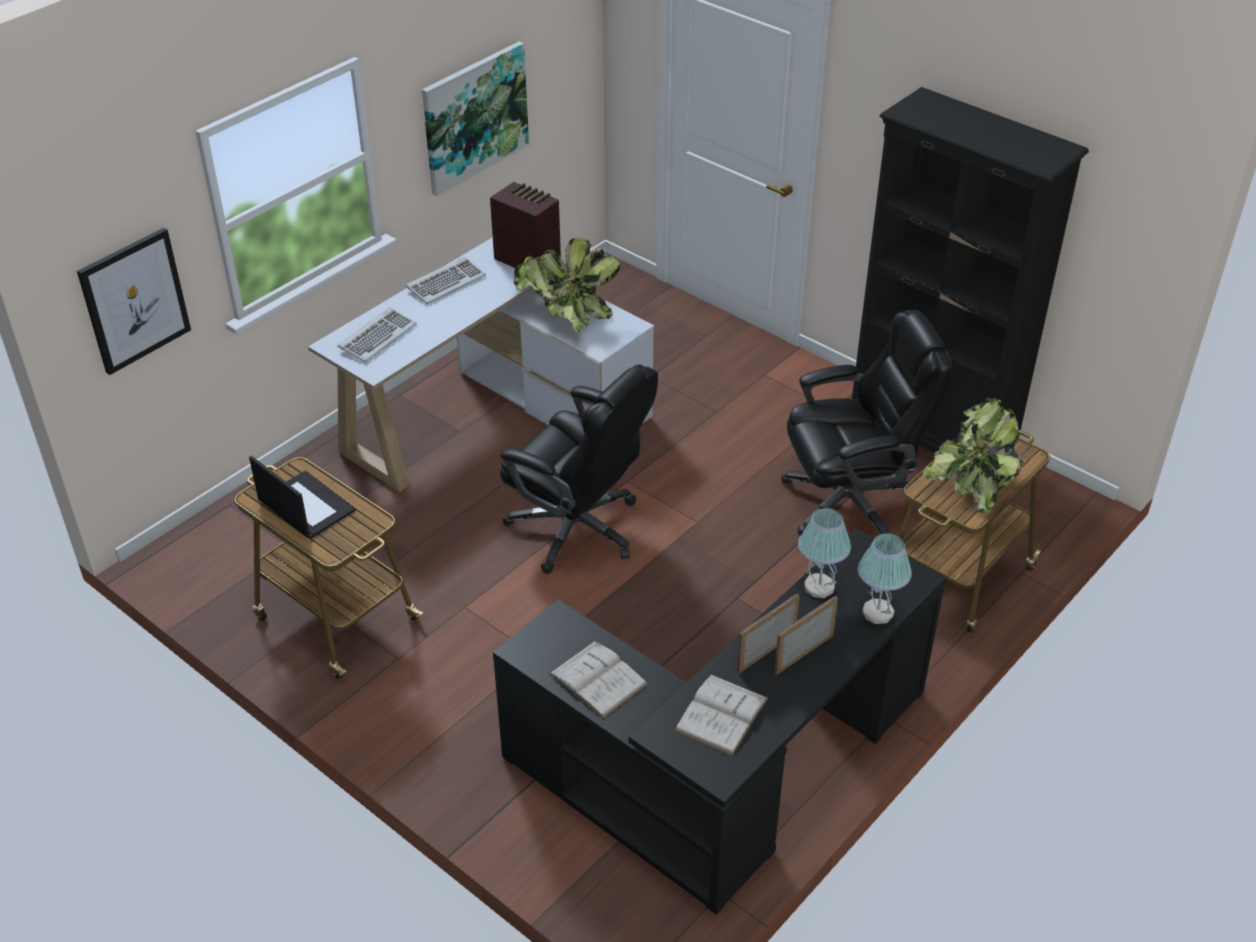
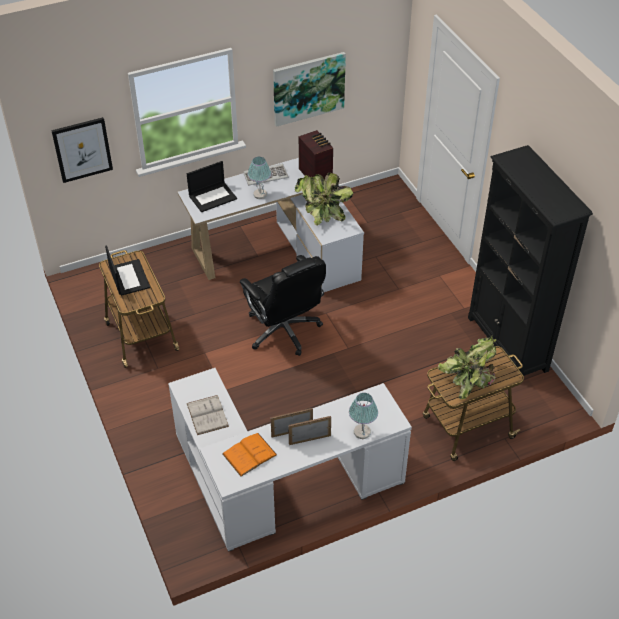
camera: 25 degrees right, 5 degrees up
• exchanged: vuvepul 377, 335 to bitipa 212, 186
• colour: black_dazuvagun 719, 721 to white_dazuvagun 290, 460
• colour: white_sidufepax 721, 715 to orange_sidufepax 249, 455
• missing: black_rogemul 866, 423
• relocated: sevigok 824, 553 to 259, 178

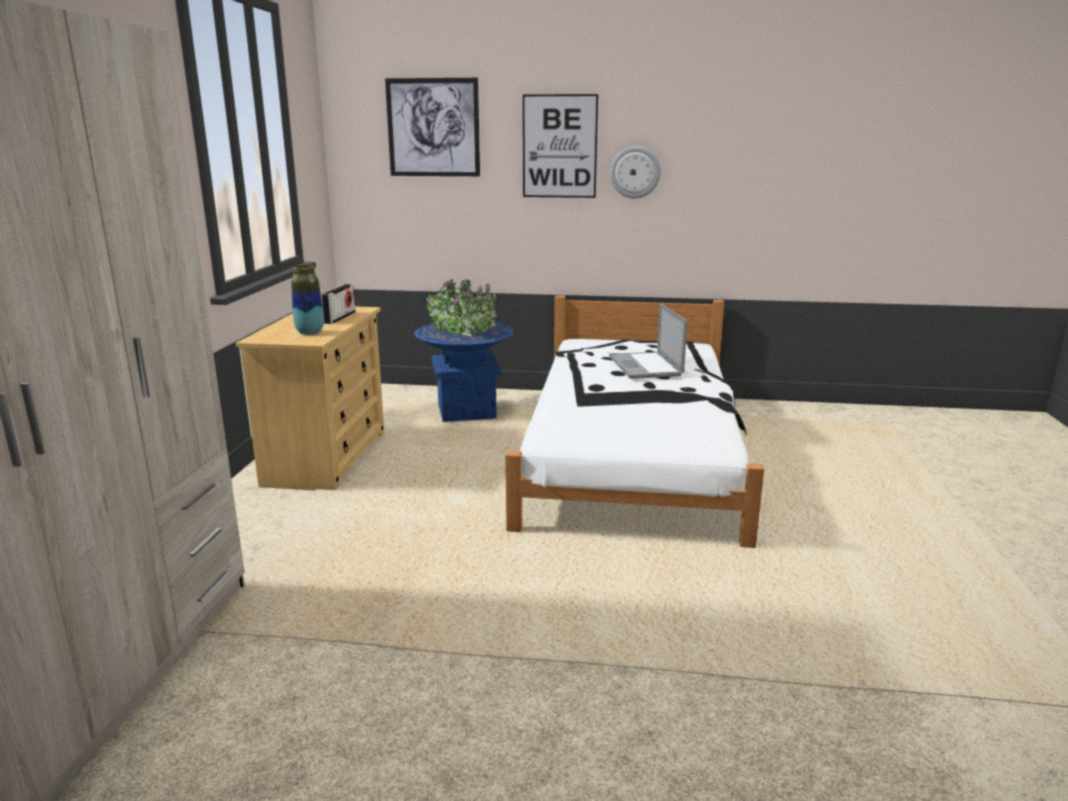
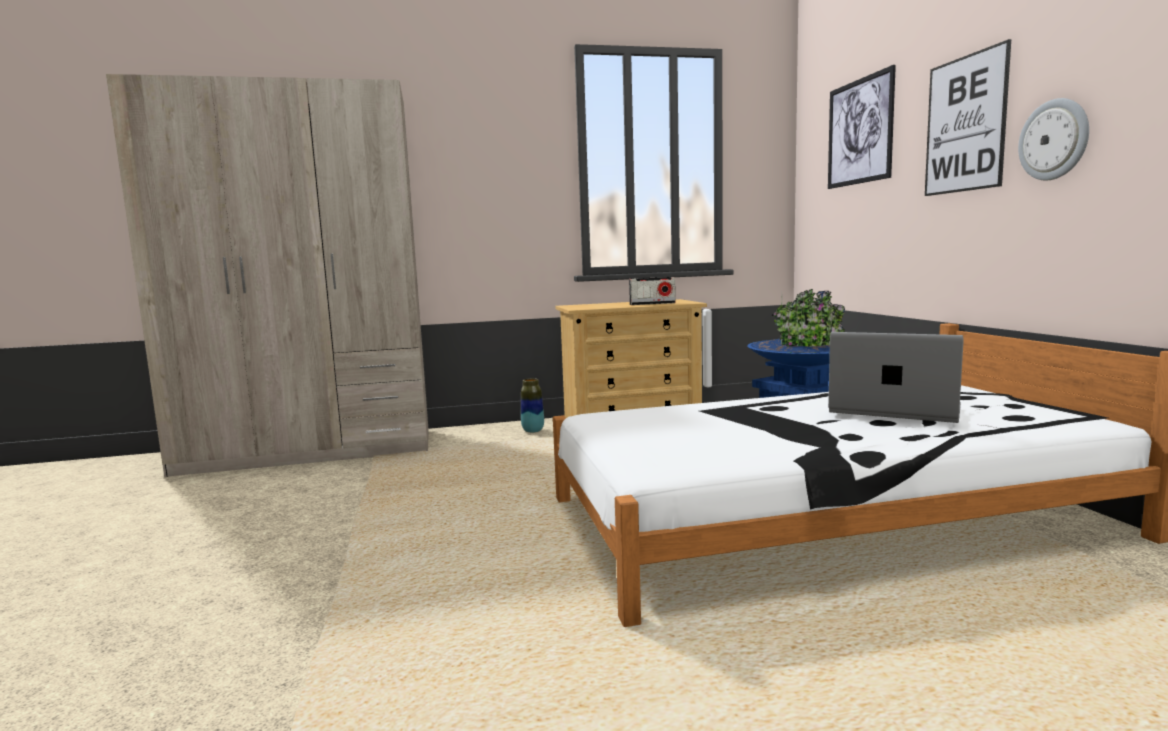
camera: 70 degrees right, 10 degrees down
• relocated: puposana 307, 300 to 532, 405
• spun: bitipa 648, 341 = 896, 377 60 degrees clockwise

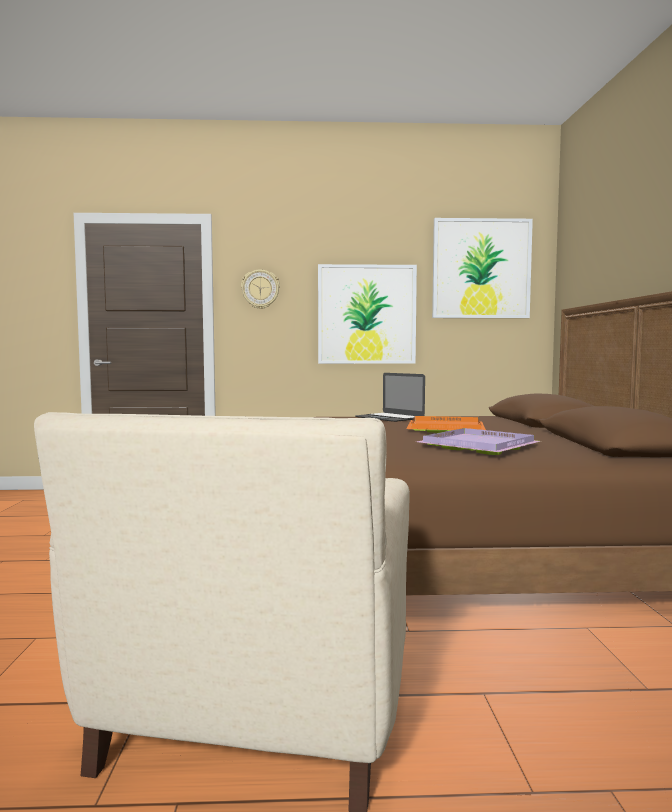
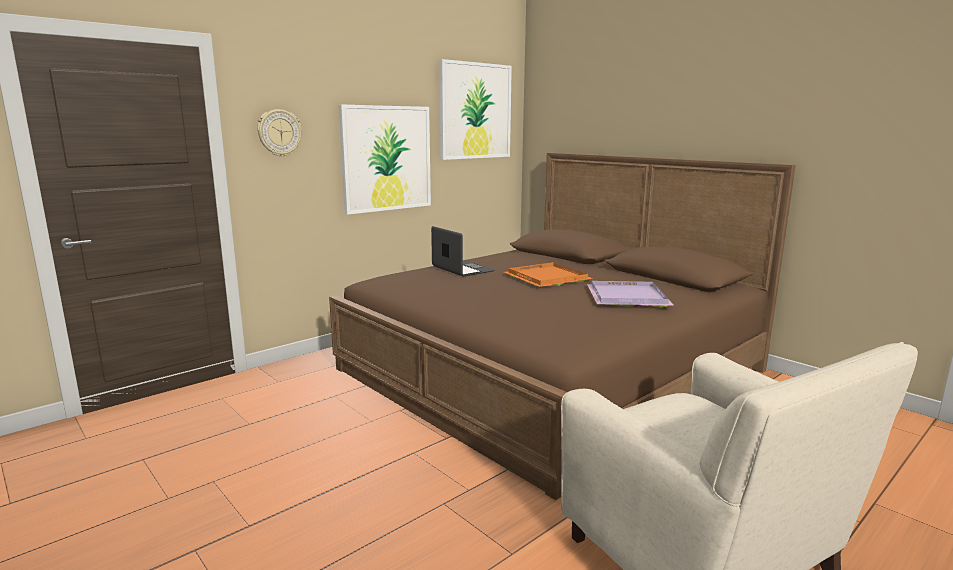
camera: 40 degrees left, 10 degrees up
• spun: bitipa 390, 397 = 463, 251 135 degrees counterclockwise

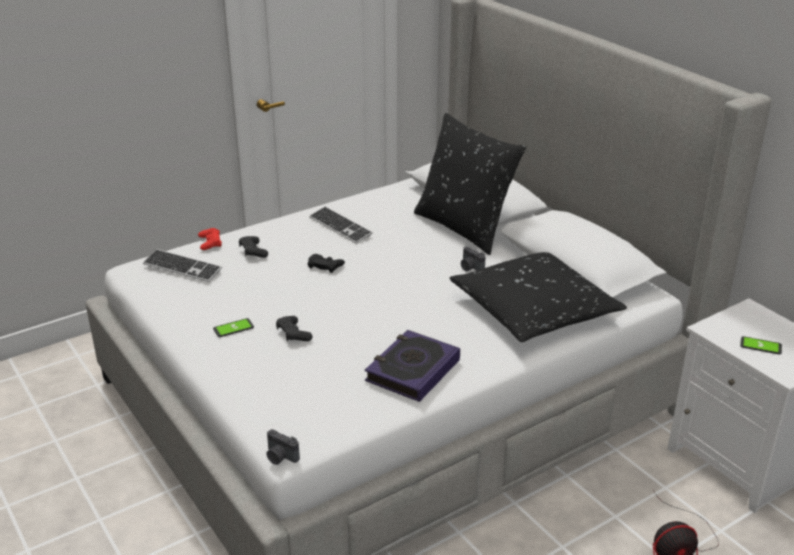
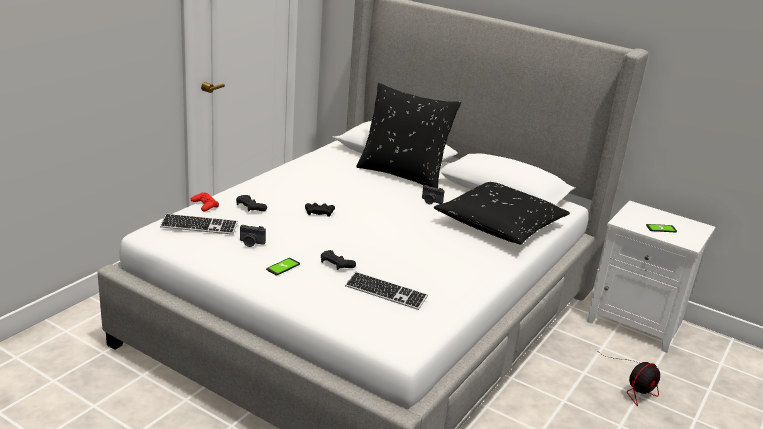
camera: 25 degrees left, 5 degrees down
• relocated: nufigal 283, 447 to 253, 236
• relocated: vuvepul 341, 225 to 386, 291
• missing: sidufepax 412, 366

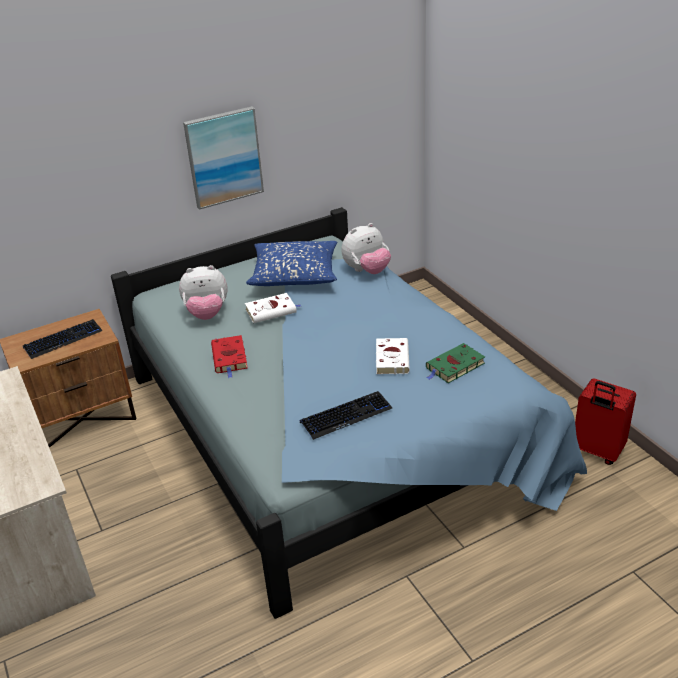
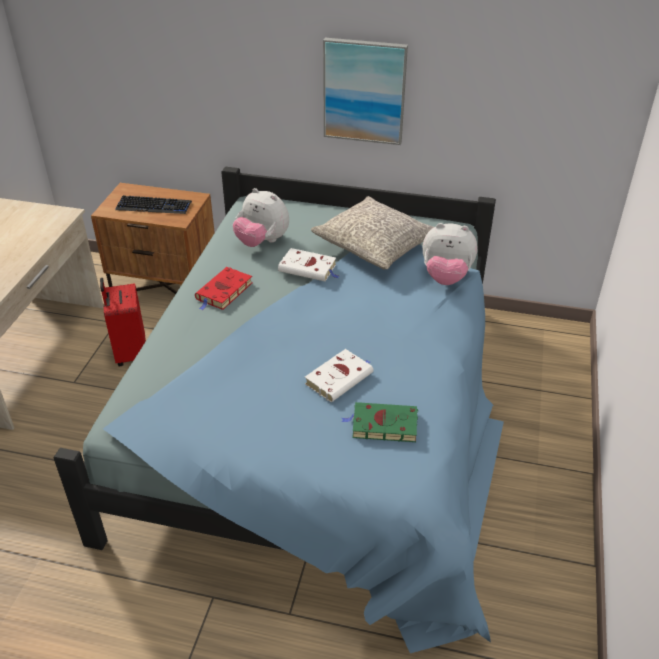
camera: 40 degrees right, 5 degrees up
• colour: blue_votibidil 291, 263 to grey_votibidil 372, 233
• missing: vuvepul 346, 415
• relocated: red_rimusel 605, 421 to 123, 322

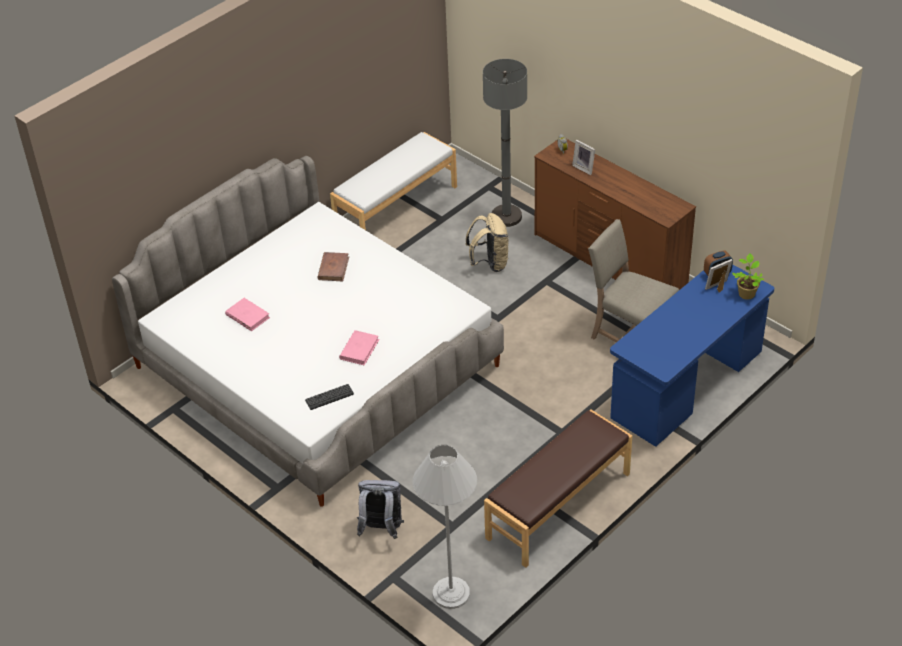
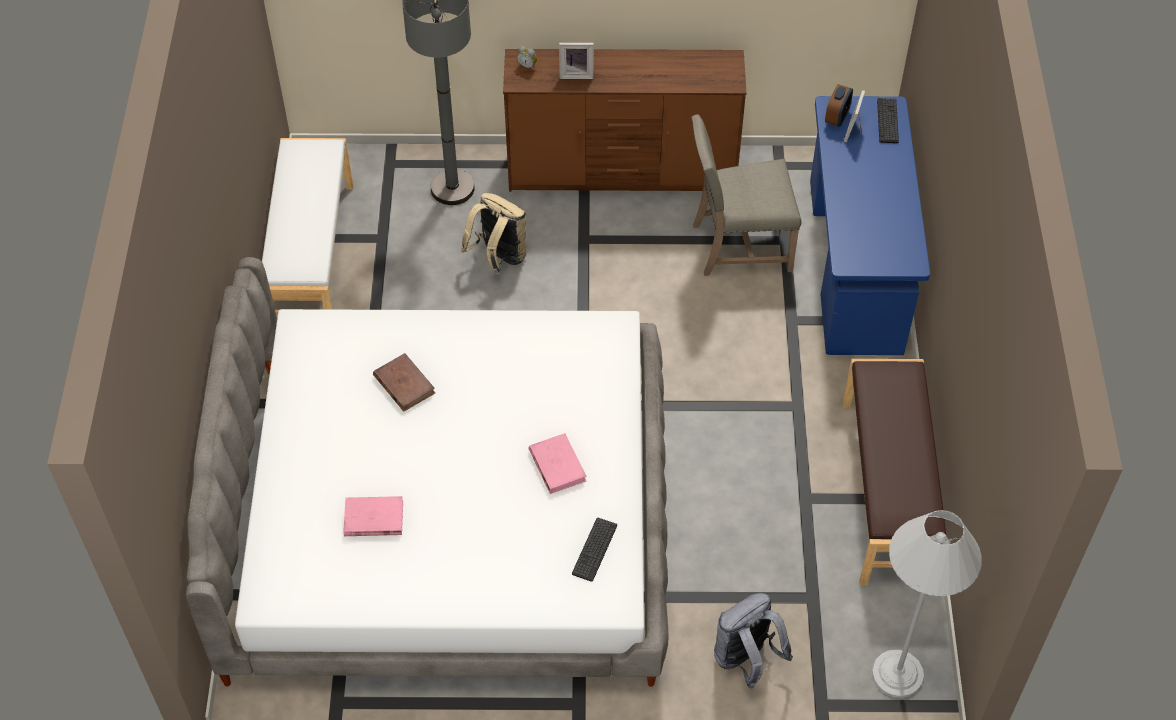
camera: 45 degrees left, 10 degrees up
• exchanged: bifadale 748, 276 to vuvepul 888, 120

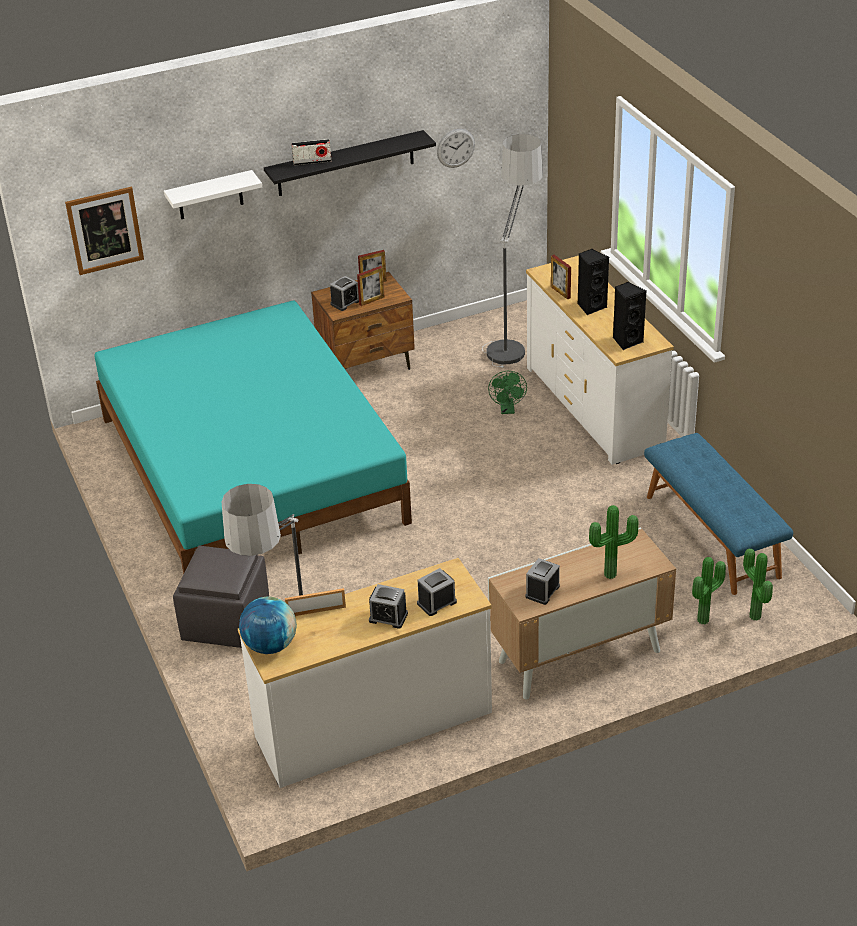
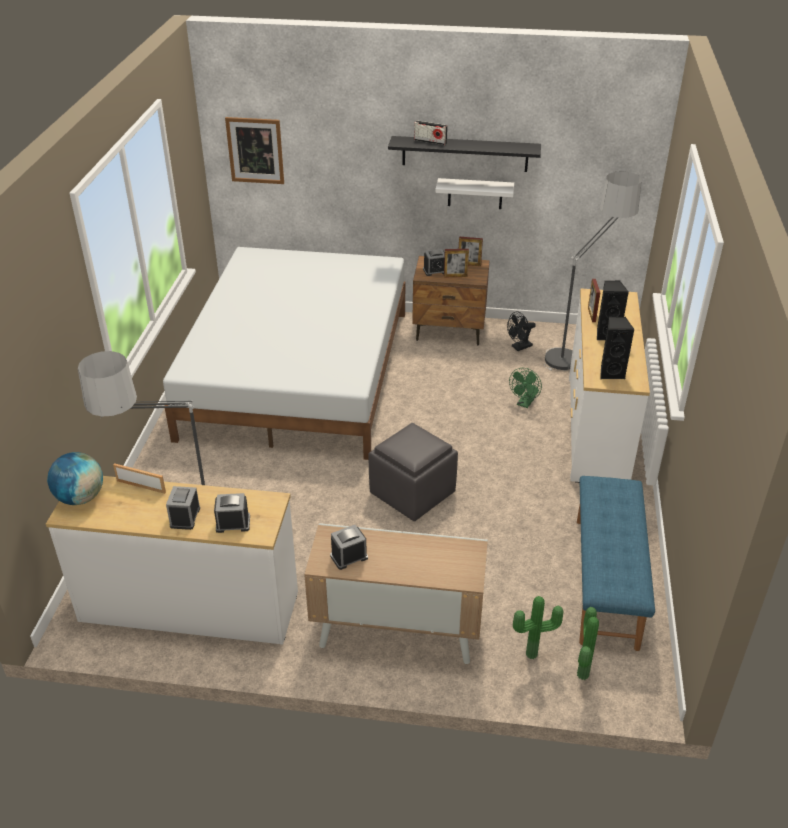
camera: 30 degrees right, 0 degrees up
• colour: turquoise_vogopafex 253, 437 to white_vogopafex 284, 353
• relocated: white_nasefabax 213, 194 to 474, 193
• relocated: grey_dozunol 221, 597 to 413, 472
• spun: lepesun 388, 606 = 183, 508 45 degrees clockwise
• missing: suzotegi 456, 148
• missing: bifadale 613, 542
• appeared: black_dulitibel 521, 331

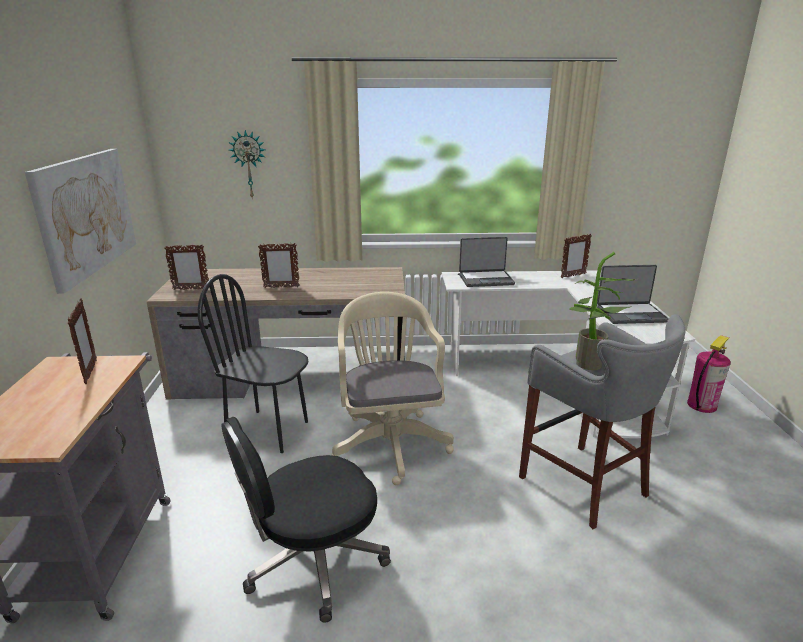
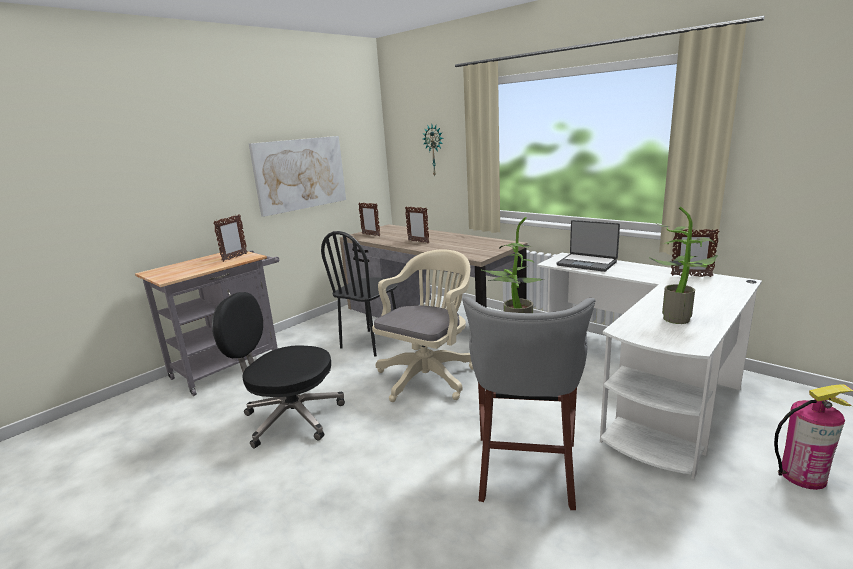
camera: 45 degrees right, 5 degrees down
• spun: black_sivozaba 253, 363 = 359, 294 120 degrees counterclockwise
• exchanged: bitipa 633, 294 to bifadale 683, 265

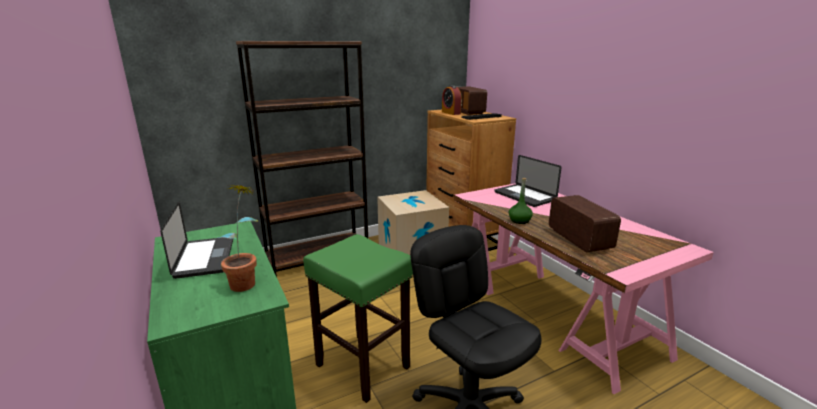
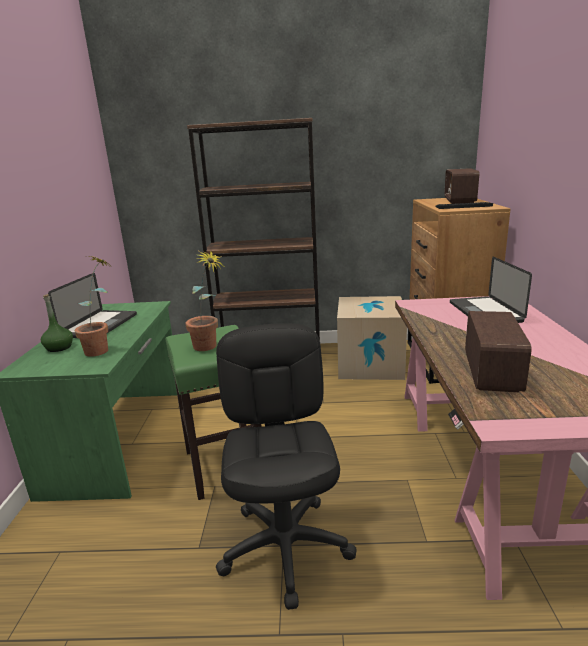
camera: 30 degrees right, 0 degrees up
• missing: lepesun 451, 100
• relocated: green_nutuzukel 521, 201 to 57, 323
• appeared: bifadale 205, 300

